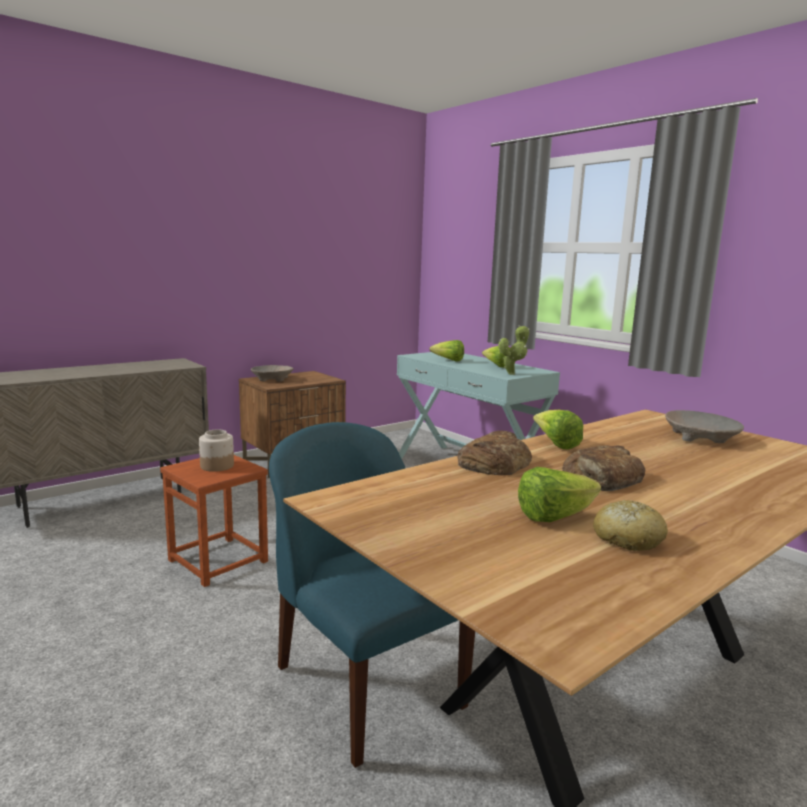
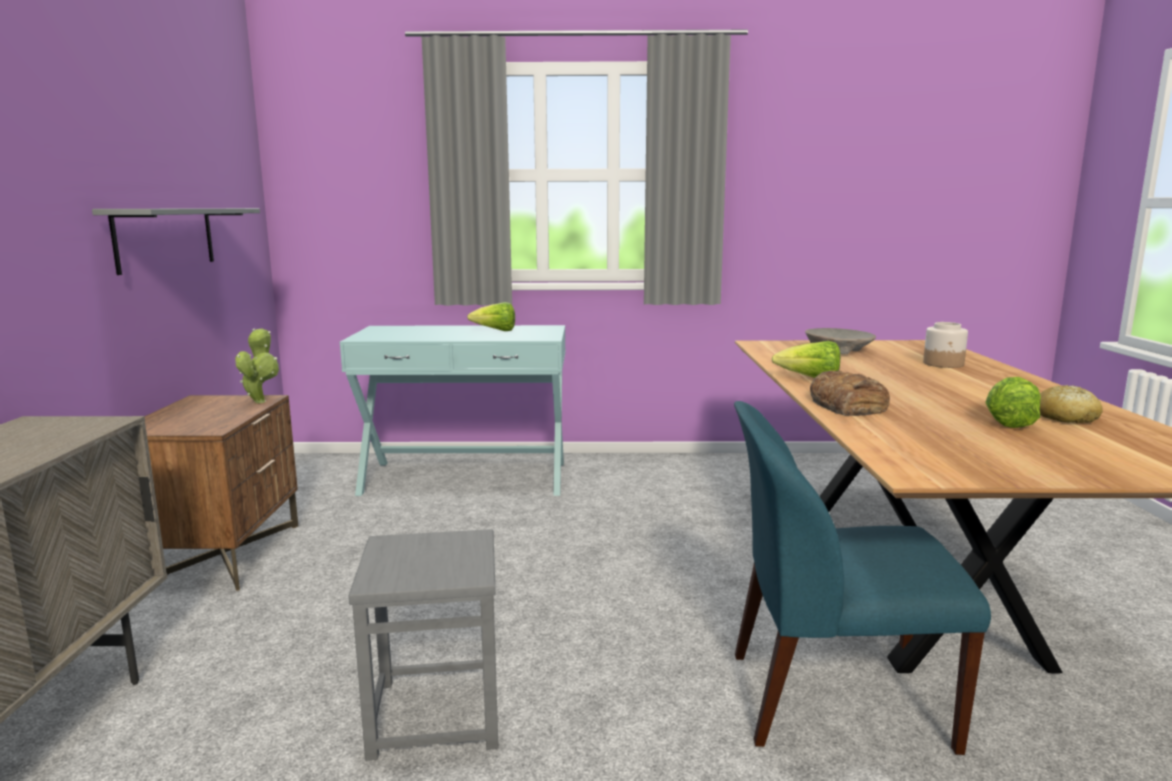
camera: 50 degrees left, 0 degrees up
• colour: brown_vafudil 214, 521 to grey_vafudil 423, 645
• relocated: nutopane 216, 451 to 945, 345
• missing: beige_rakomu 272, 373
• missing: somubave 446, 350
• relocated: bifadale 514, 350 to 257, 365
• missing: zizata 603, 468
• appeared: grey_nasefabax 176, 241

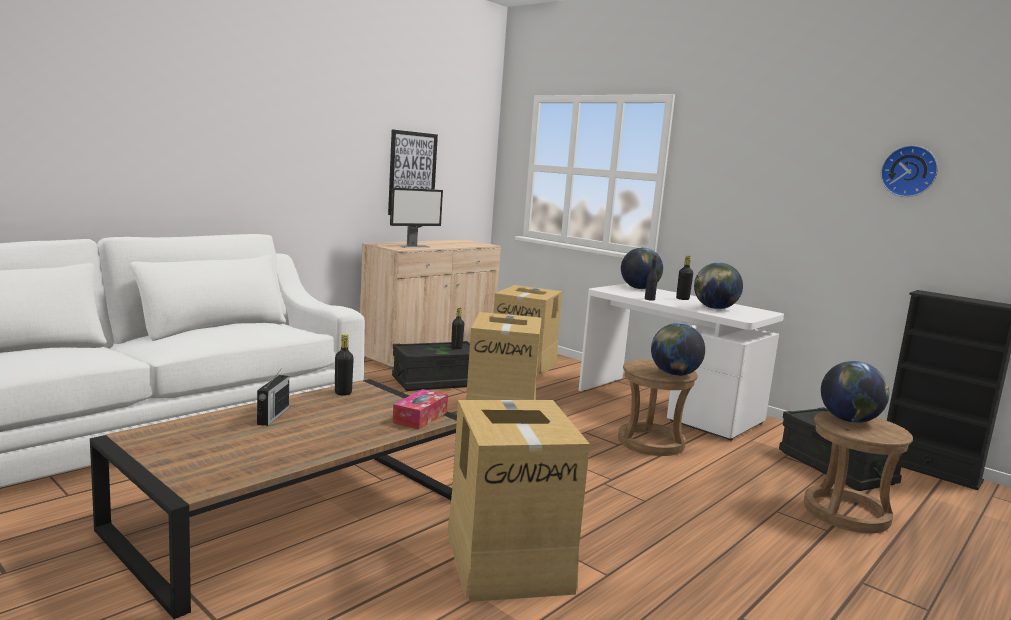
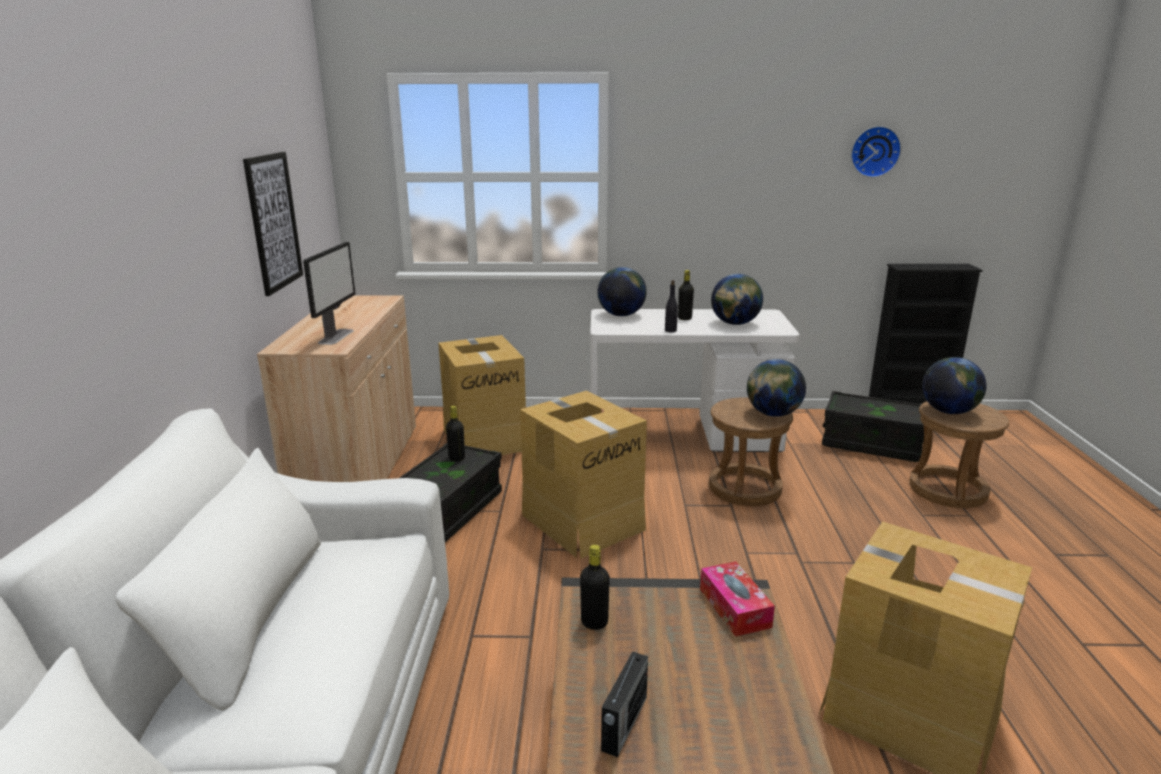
camera: 40 degrees left, 10 degrees up
• spun: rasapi 273, 397 = 624, 702 60 degrees clockwise

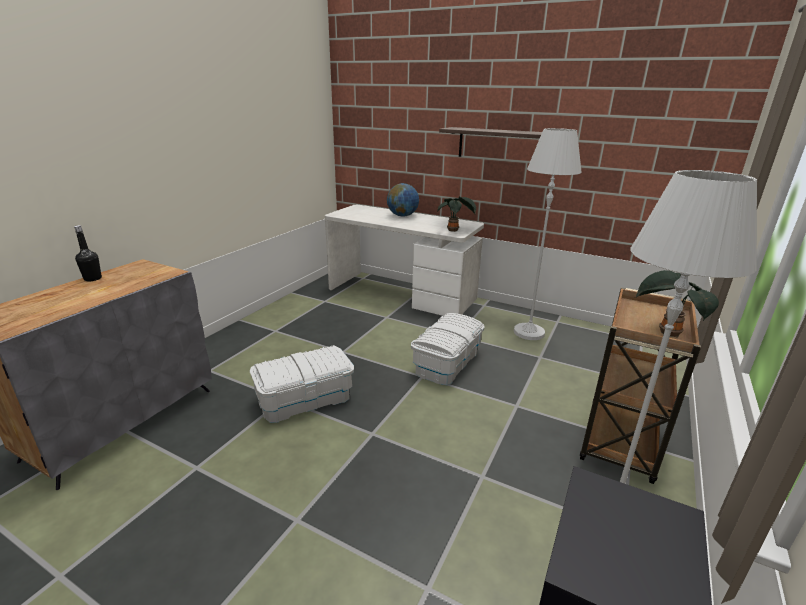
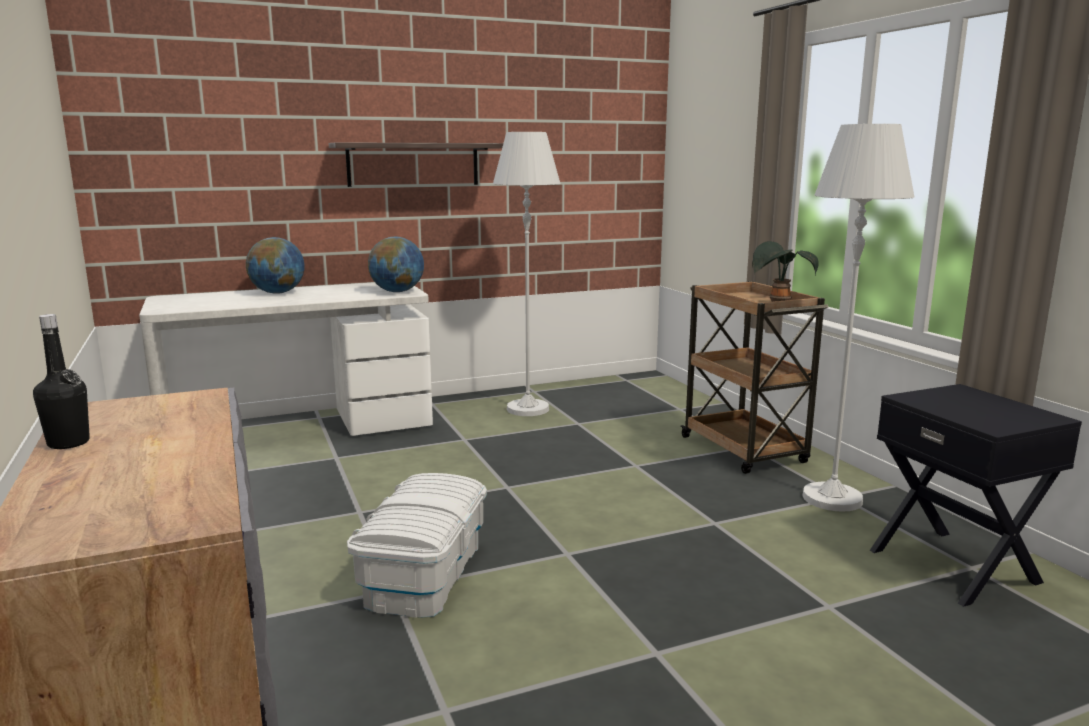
camera: 50 degrees left, 10 degrees down
• missing: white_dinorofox 448, 349
• exchanged: bifadale 456, 214 to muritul 396, 264

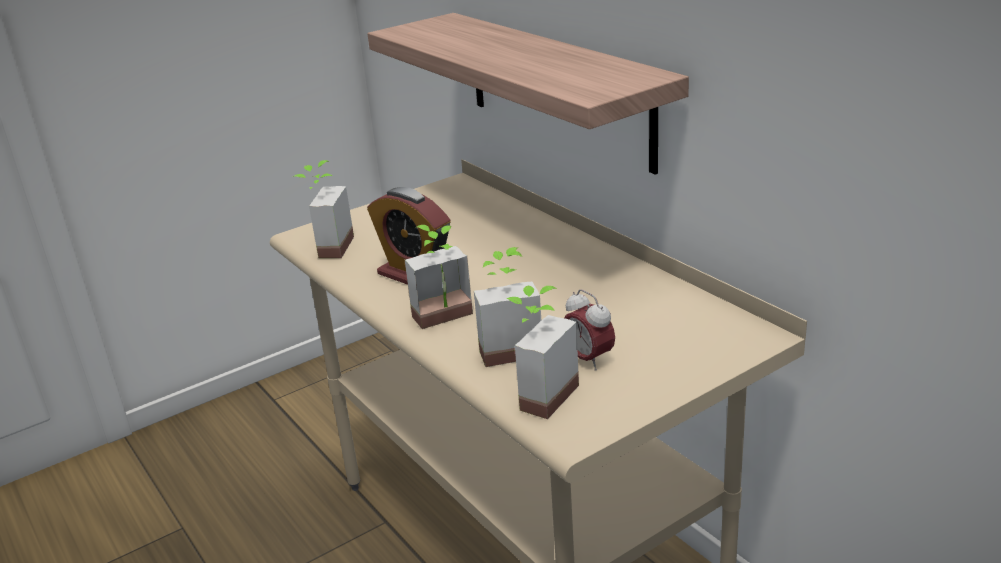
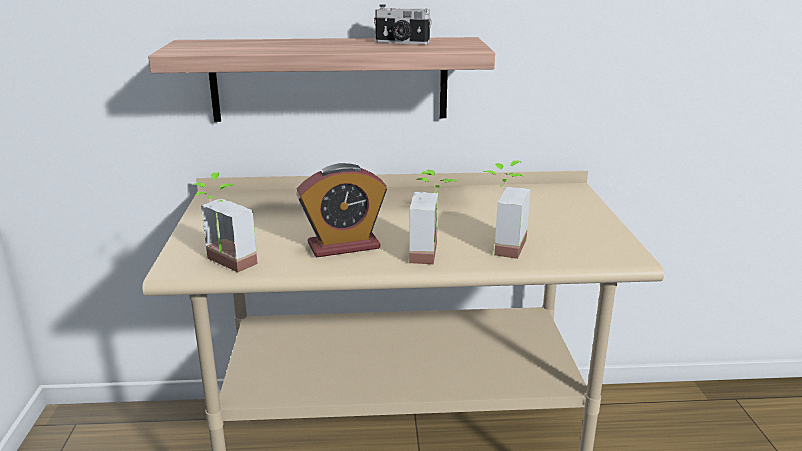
camera: 60 degrees left, 5 degrees down
• missing: bifadale 542, 352
• missing: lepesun 589, 330
• appeared: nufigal 403, 24

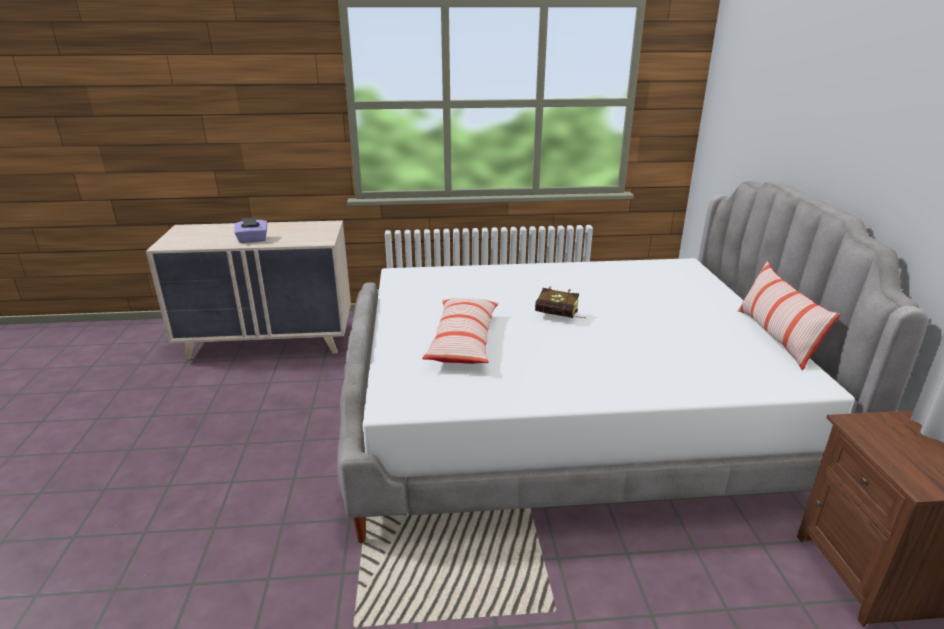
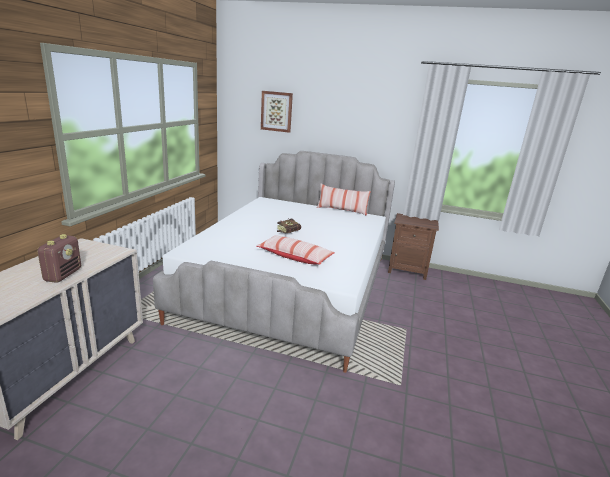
camera: 70 degrees left, 5 degrees down
• exchanged: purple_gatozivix 250, 230 to rasapi 59, 258
• appeared: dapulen 277, 112

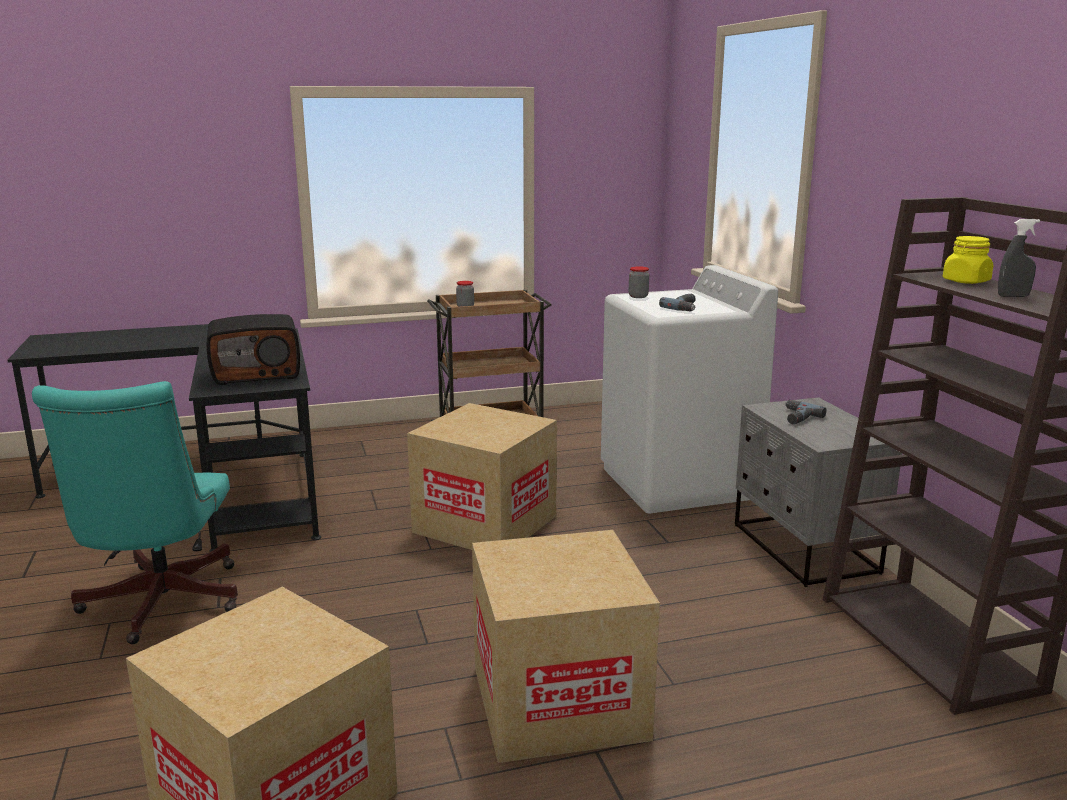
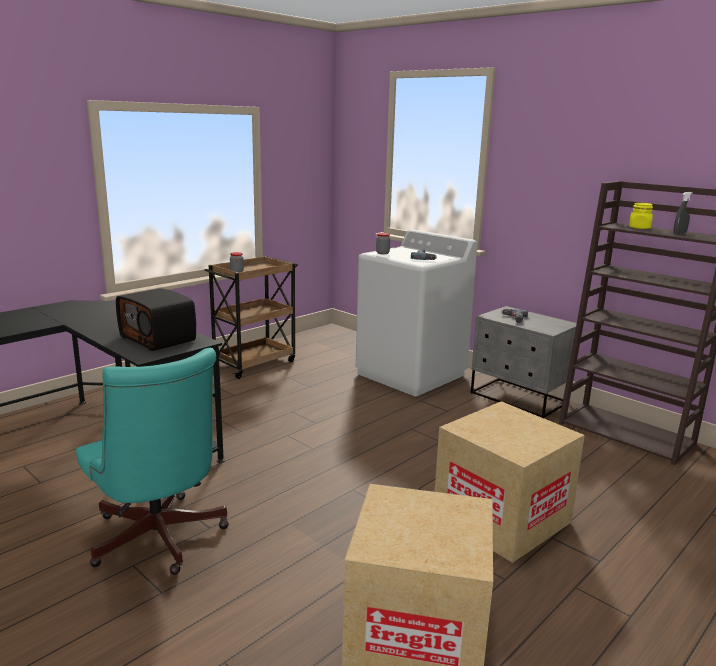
camera: 30 degrees left, 0 degrees up
• spun: rasapi 253, 349 = 156, 319 90 degrees clockwise
• missing: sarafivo 482, 476

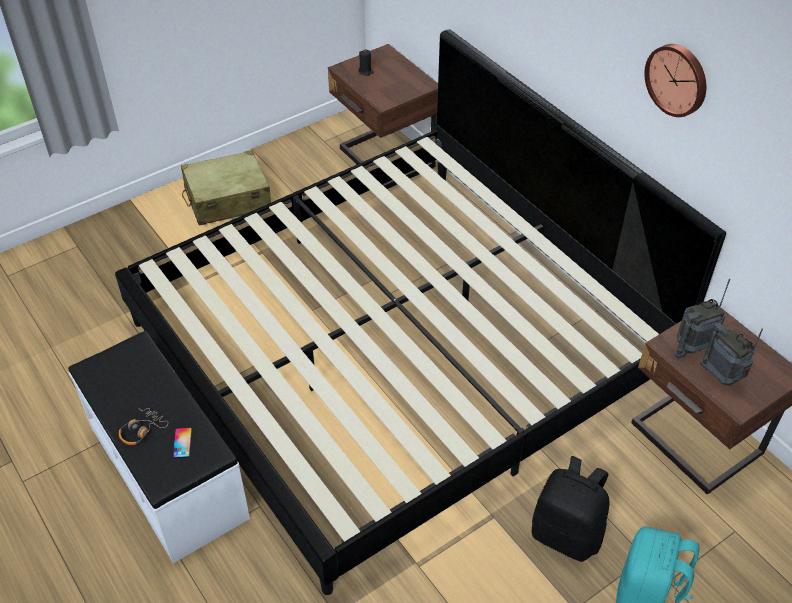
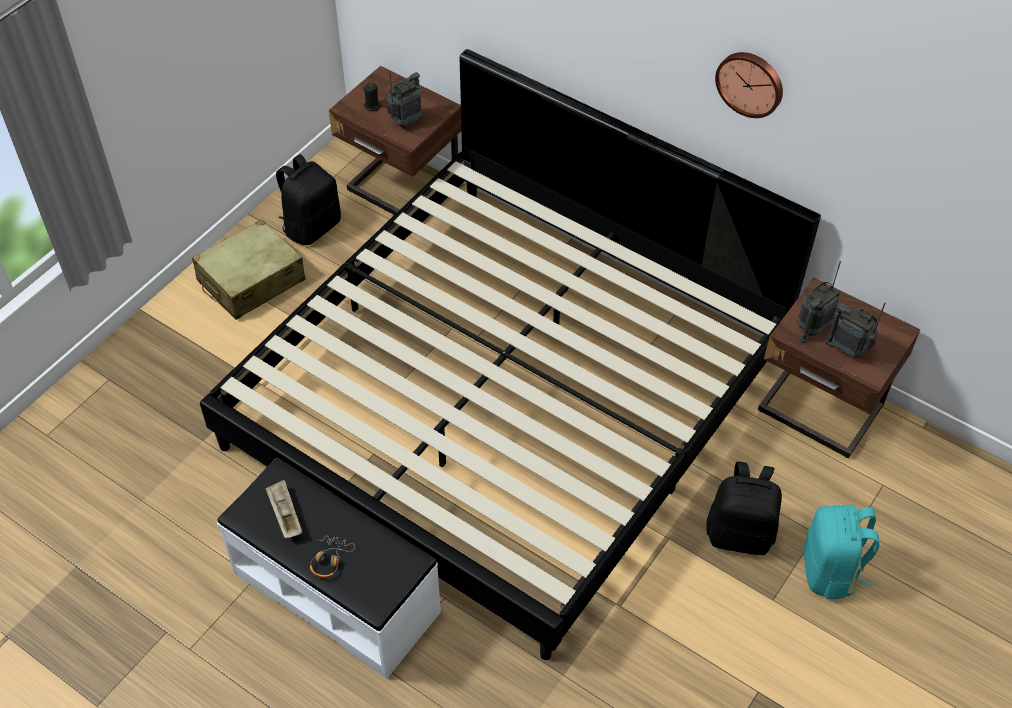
camera: 20 degrees left, 5 degrees up
• missing: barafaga 182, 443
• appeared: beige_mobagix 283, 509
• appeared: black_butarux 308, 199
• appeared: rasapi 404, 100

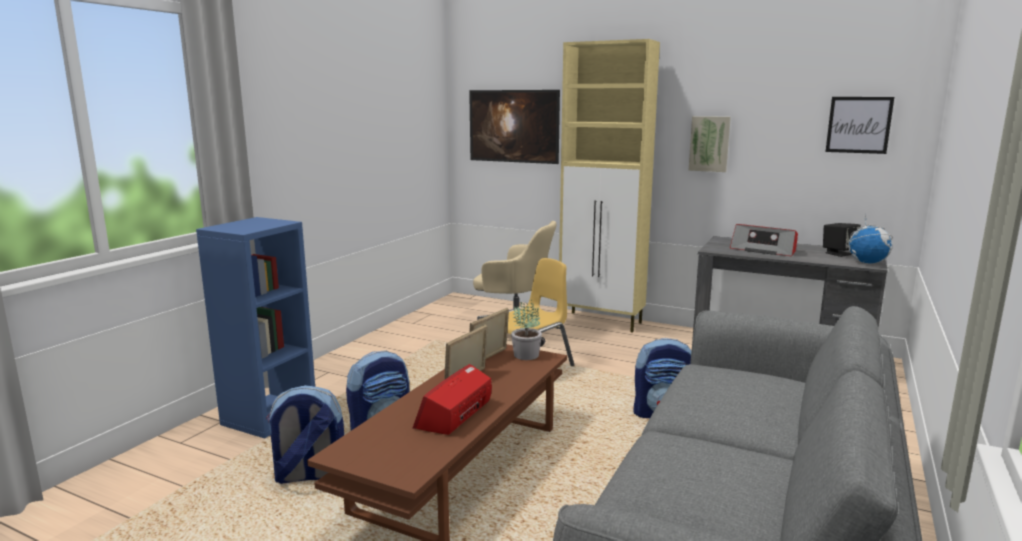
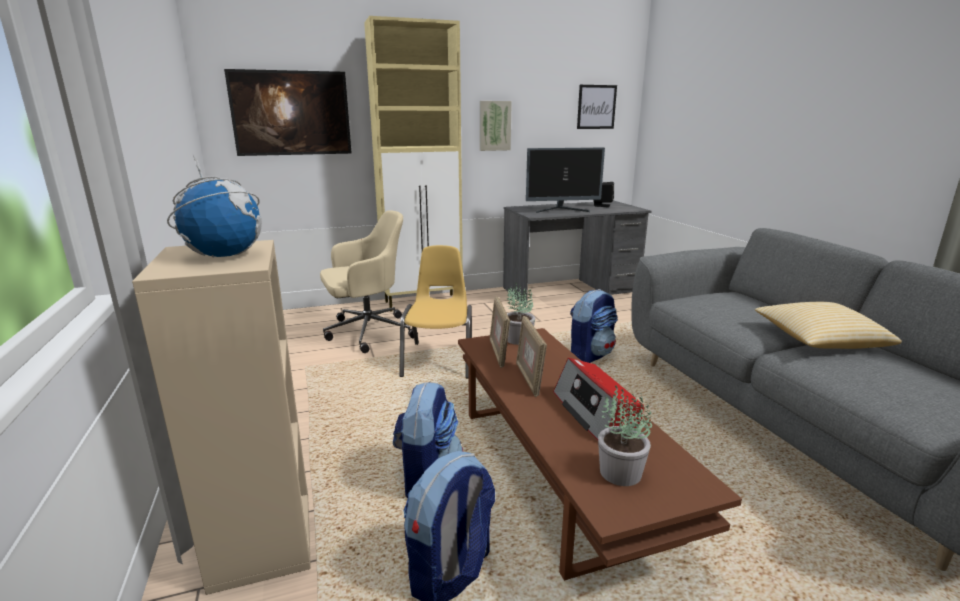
camera: 45 degrees left, 5 degrees up
• colour: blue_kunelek 255, 328 to beige_kunelek 221, 417
• exchanged: rasapi 764, 240 to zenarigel 565, 180
• relocated: muritul 869, 239 to 214, 206
• appeared: bifadale 625, 435
• appeared: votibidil 828, 325

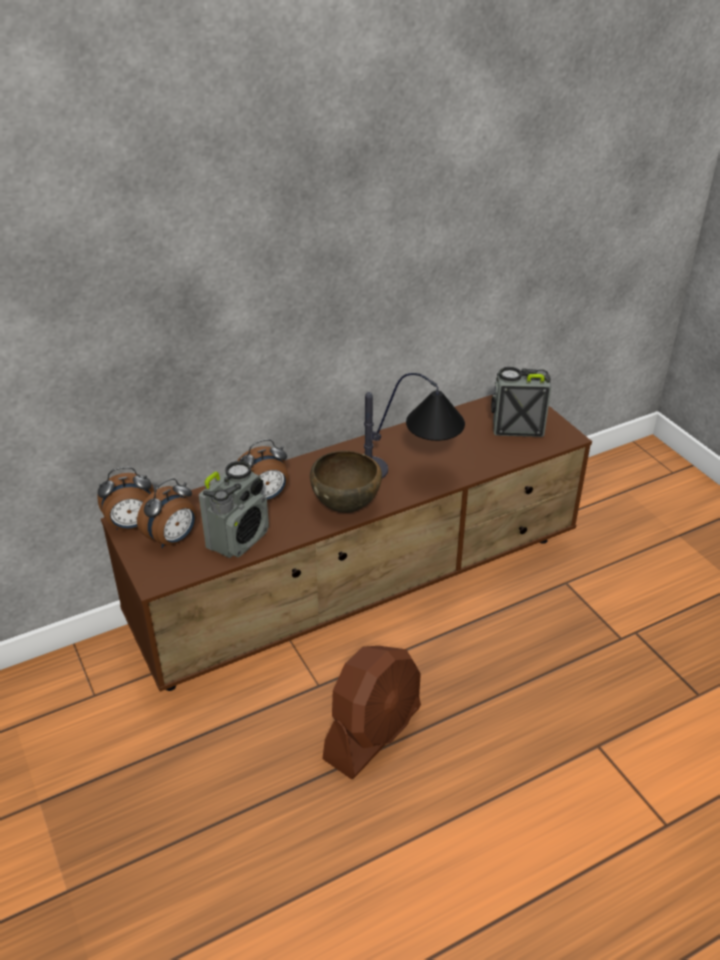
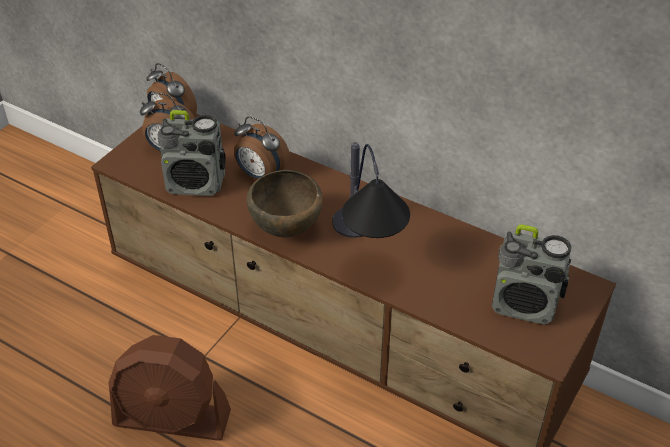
camera: 60 degrees right, 5 degrees up
• spun: rasapi 521, 402 = 532, 274 135 degrees clockwise

